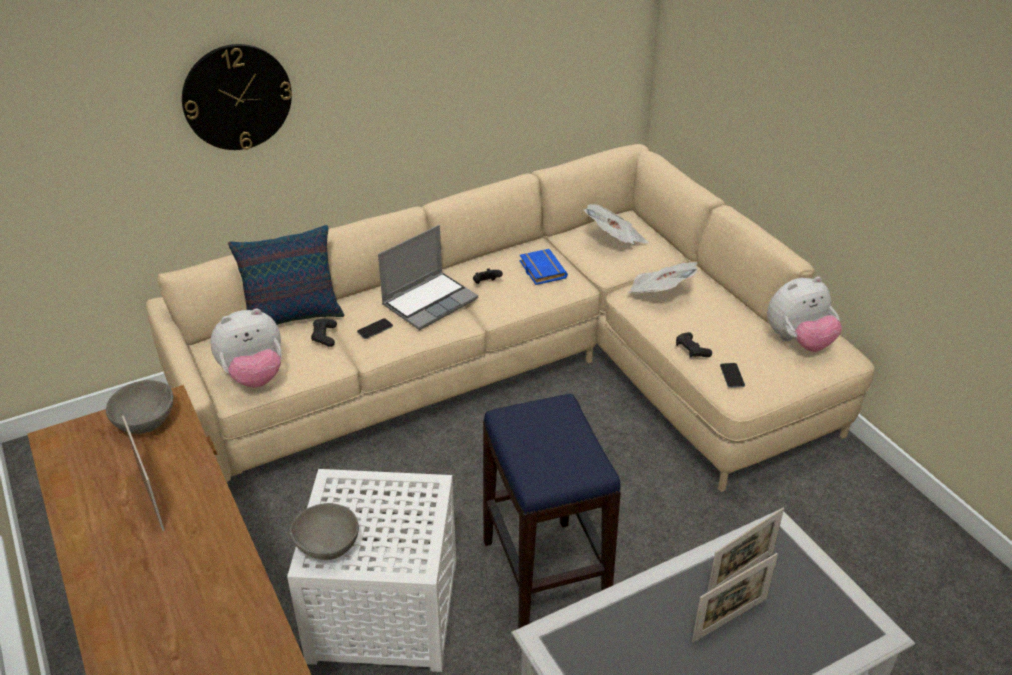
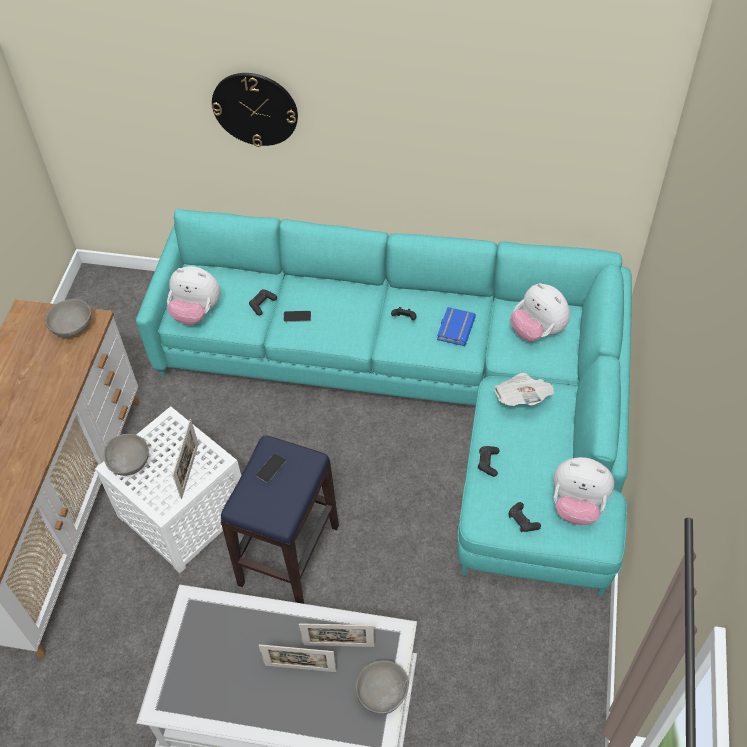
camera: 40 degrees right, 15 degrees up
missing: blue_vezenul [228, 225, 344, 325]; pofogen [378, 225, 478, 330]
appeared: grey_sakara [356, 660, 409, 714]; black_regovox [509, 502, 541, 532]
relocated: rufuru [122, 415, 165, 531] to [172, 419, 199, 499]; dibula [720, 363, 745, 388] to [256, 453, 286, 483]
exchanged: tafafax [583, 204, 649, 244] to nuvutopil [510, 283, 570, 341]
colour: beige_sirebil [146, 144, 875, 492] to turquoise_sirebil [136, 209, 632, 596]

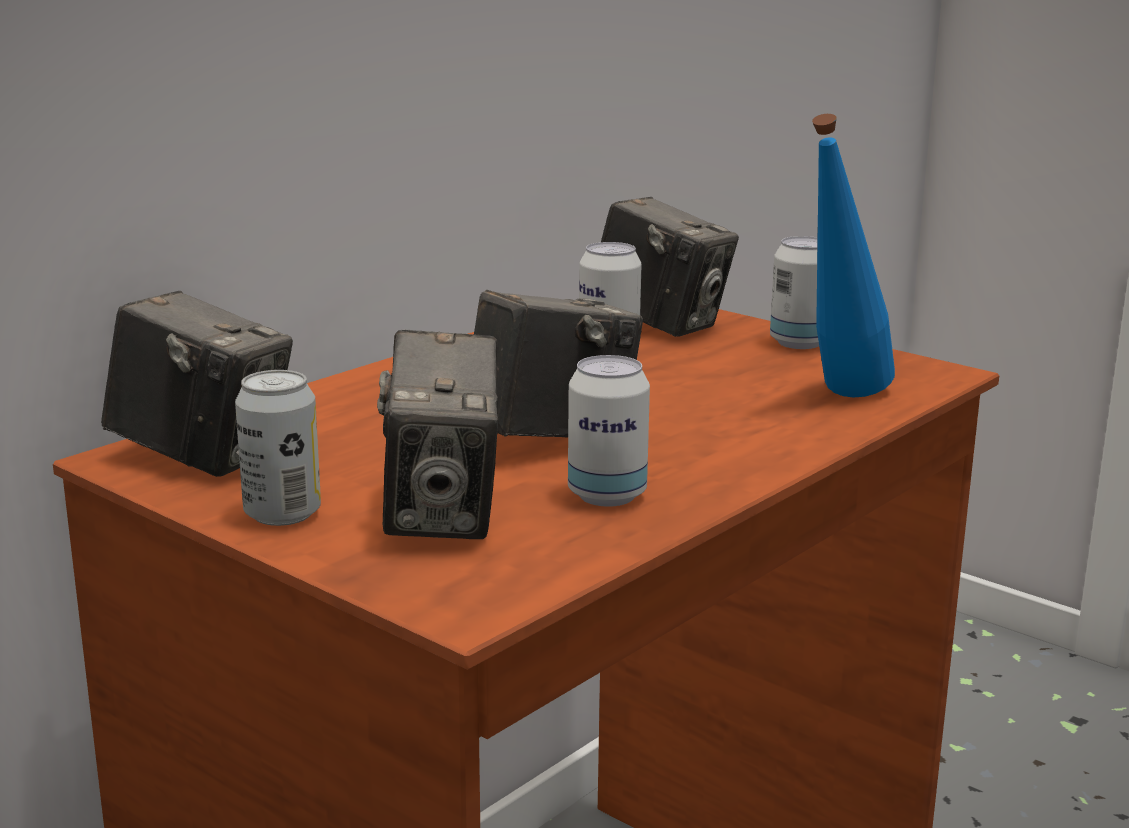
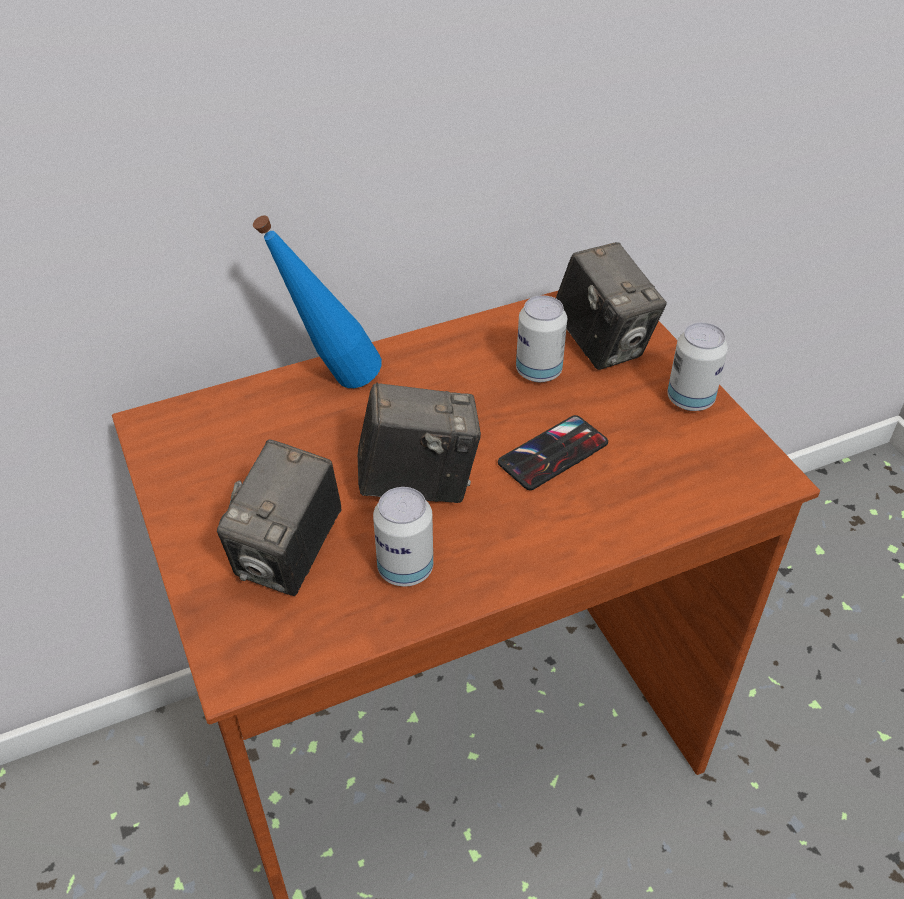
camera: 25 degrees right, 25 degrees up
missing: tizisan [101, 291, 293, 477]; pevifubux [235, 370, 321, 526]
appeared: dibula [498, 415, 608, 490]
relocated: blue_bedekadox [812, 114, 895, 398] to [253, 215, 382, 388]

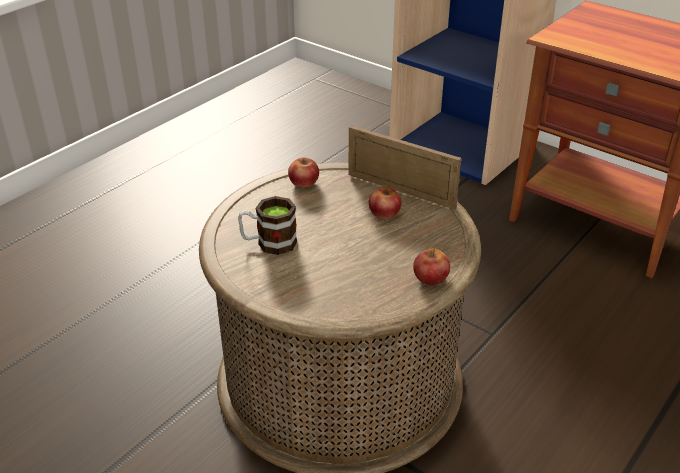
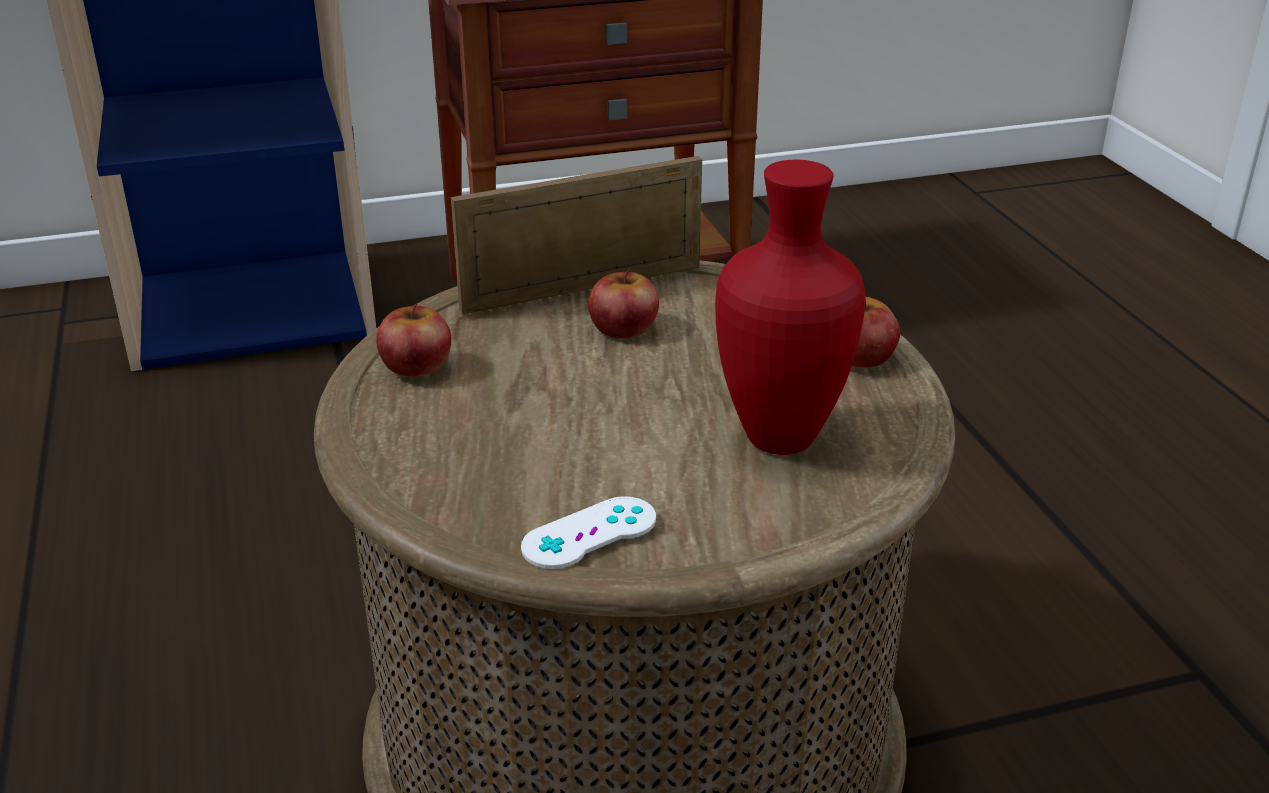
camera: 55 degrees left, 5 degrees down
missing: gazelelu [238, 196, 297, 255]
appeared: white_regovox [521, 496, 656, 569]; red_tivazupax [715, 160, 866, 455]

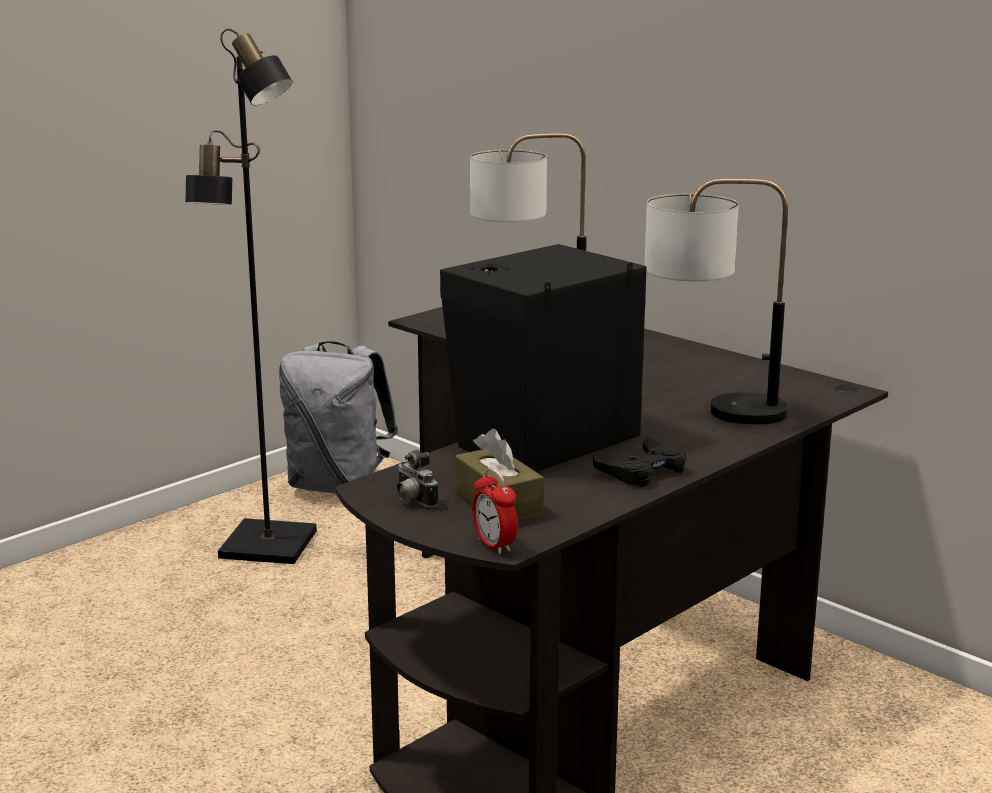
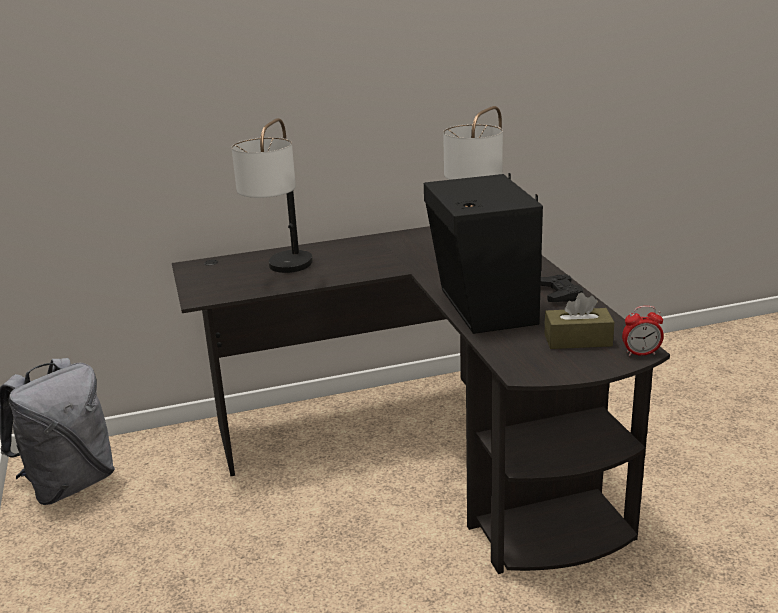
camera: 60 degrees left, 5 degrees up
missing: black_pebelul [186, 28, 317, 564]; tizisan [397, 450, 438, 508]

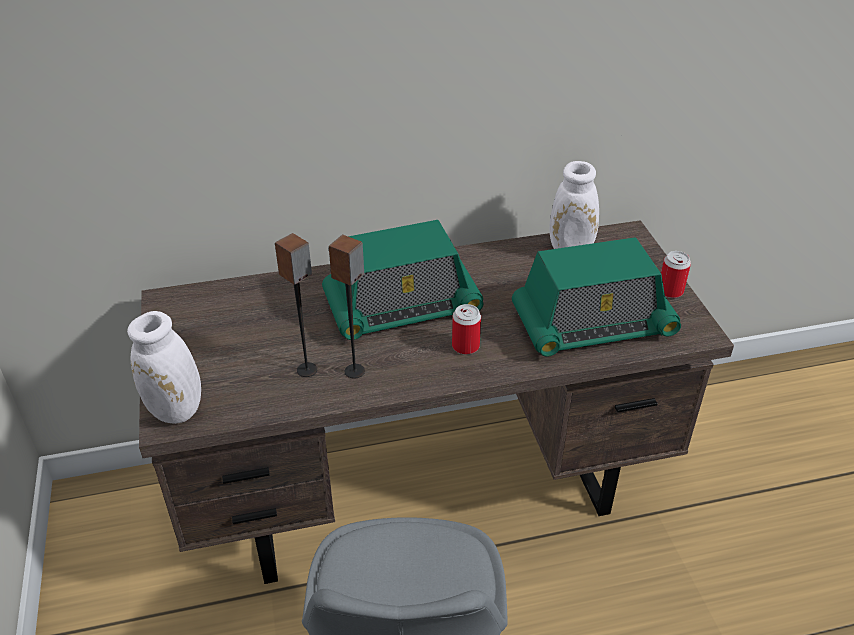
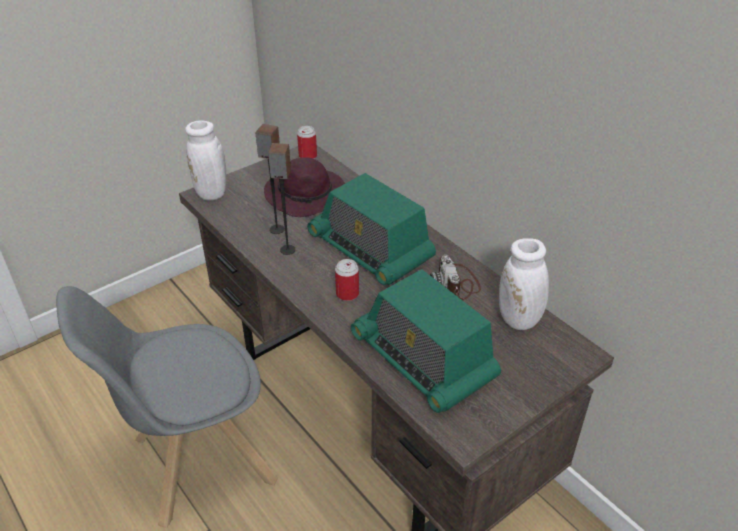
camera: 65 degrees right, 0 degrees up
appeared: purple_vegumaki [264, 157, 345, 217]; tizisan [430, 255, 481, 300]
relocated: pevifubux [661, 251, 691, 298] to [297, 126, 317, 159]

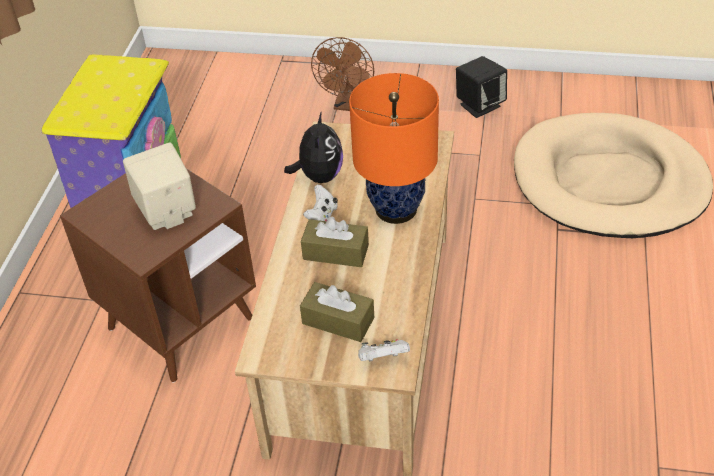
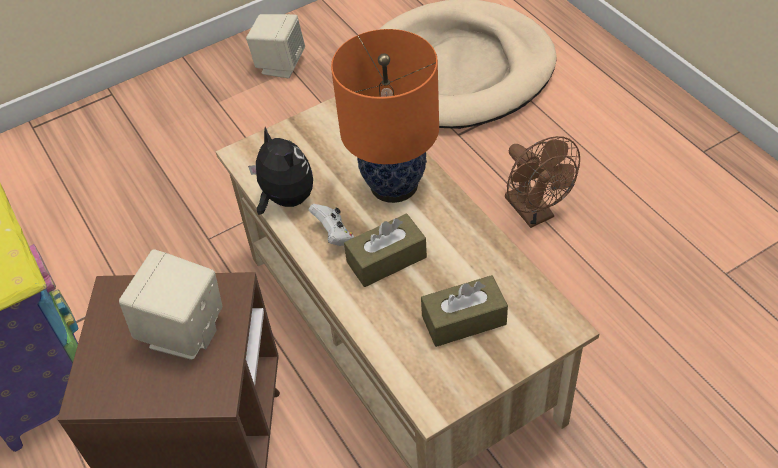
camera: 40 degrees left, 5 degrees up
missing: white_regovox [358, 339, 410, 362]
relocated: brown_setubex [311, 37, 374, 111] to [505, 136, 580, 228]
colour: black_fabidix [456, 56, 507, 118] to beige_fabidix [246, 14, 305, 78]

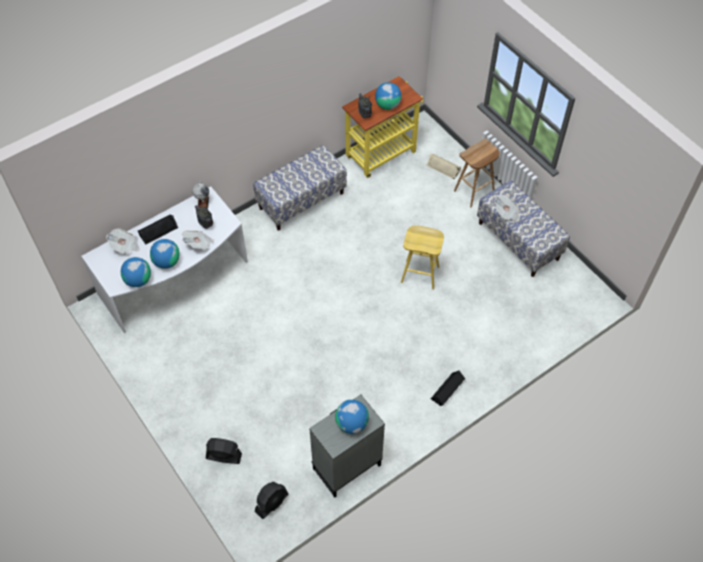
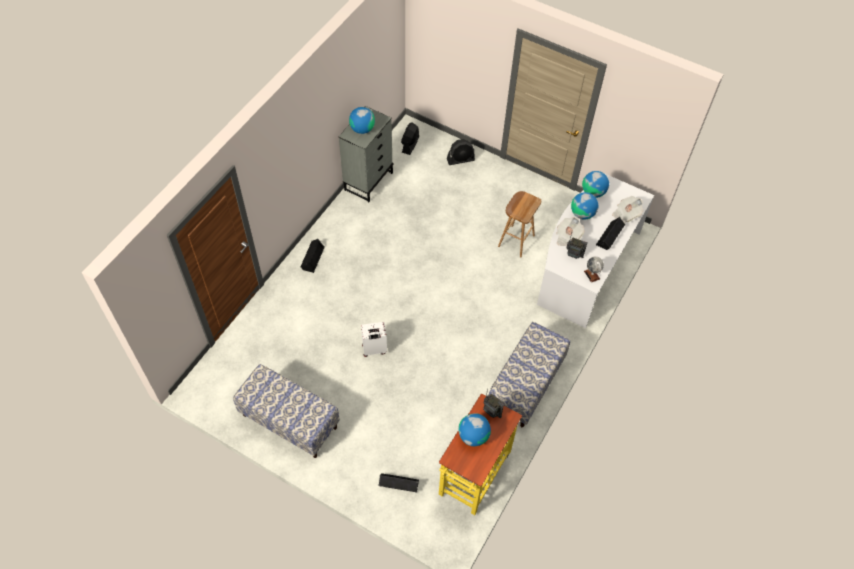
camera: 155 degrees right, 0 degrees up
missing: tafafax [495, 195, 519, 222]
relocated: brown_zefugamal [454, 139, 500, 207] to [498, 191, 541, 257]
exchanged: yellow_zefugamal [401, 225, 444, 289] to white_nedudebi [361, 322, 387, 357]
colour: beige_fabidix [426, 154, 461, 179] to black_fabidix [378, 473, 419, 493]

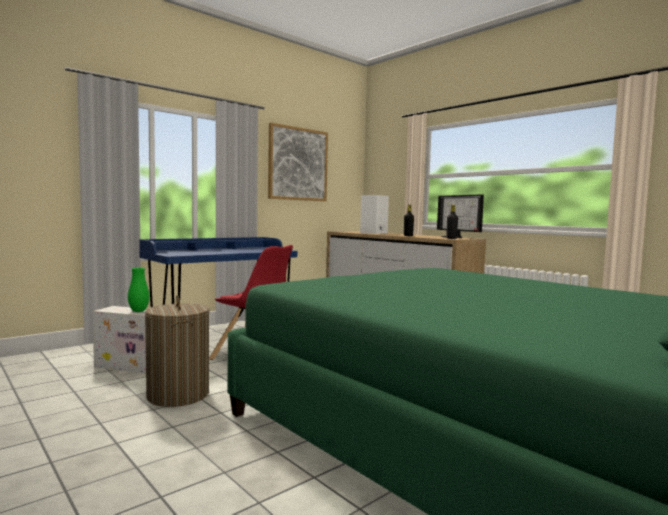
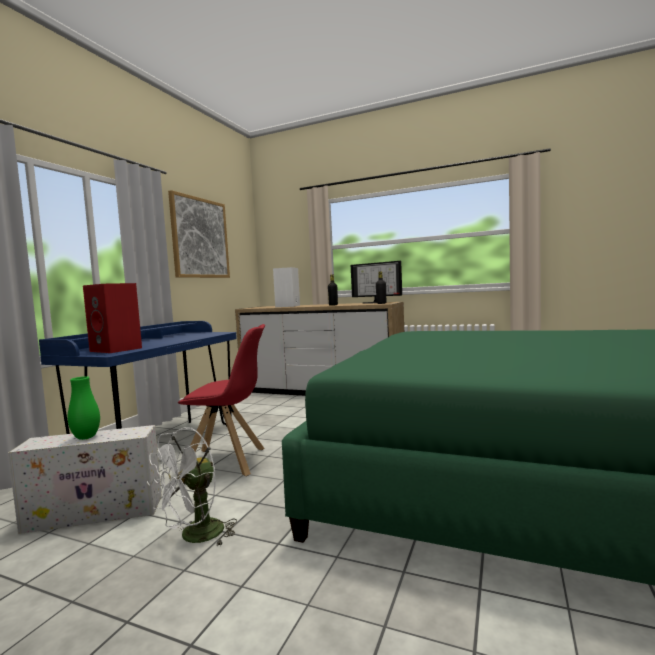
camera: 25 degrees left, 0 degrees up
appeared: red_fabidix [83, 283, 142, 353]
exchanged: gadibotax [145, 295, 209, 407] to white_setubex [147, 427, 237, 545]

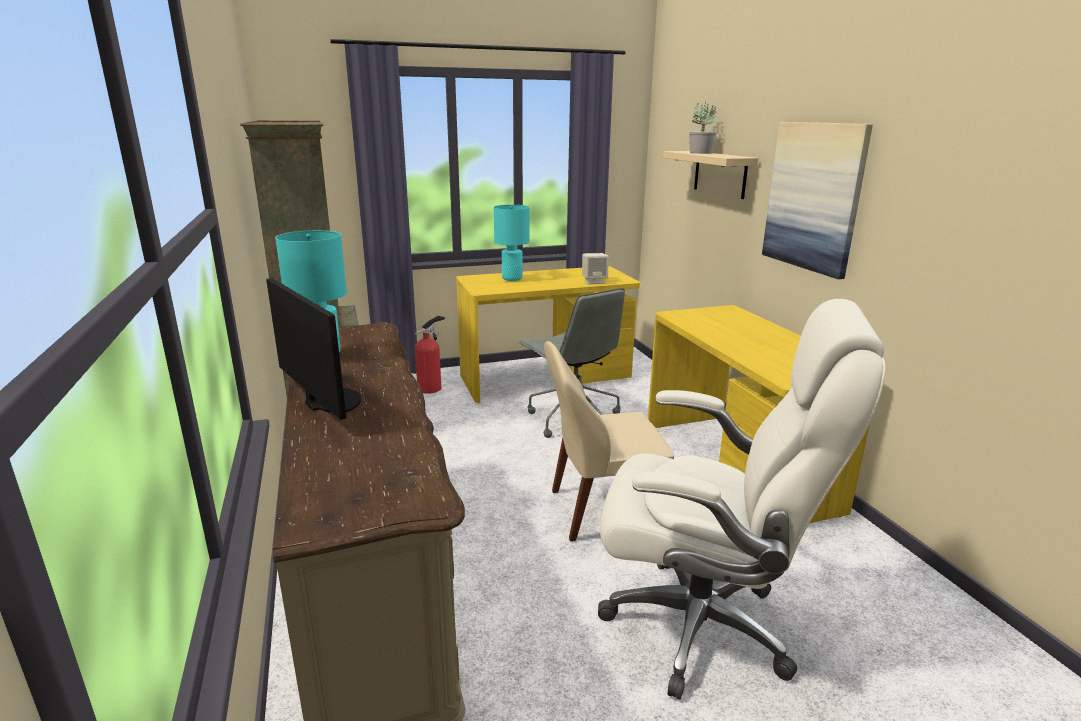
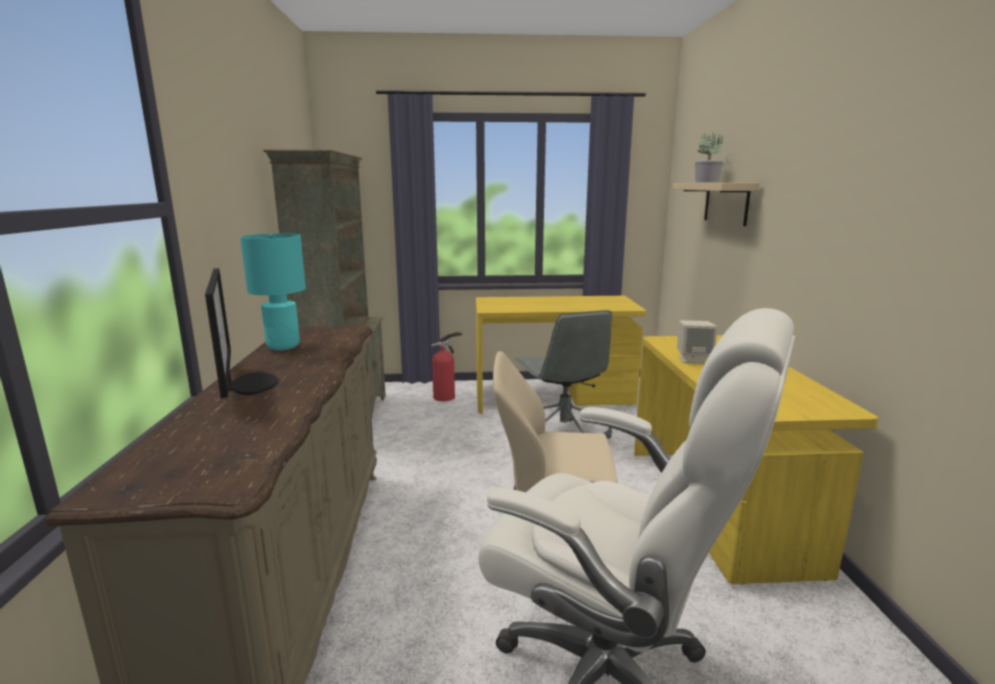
camera: 15 degrees right, 5 degrees down
missing: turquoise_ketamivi [494, 205, 530, 281]; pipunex [762, 122, 873, 279]
relocated: beige_fabidix [582, 253, 609, 284] to [677, 320, 717, 364]

